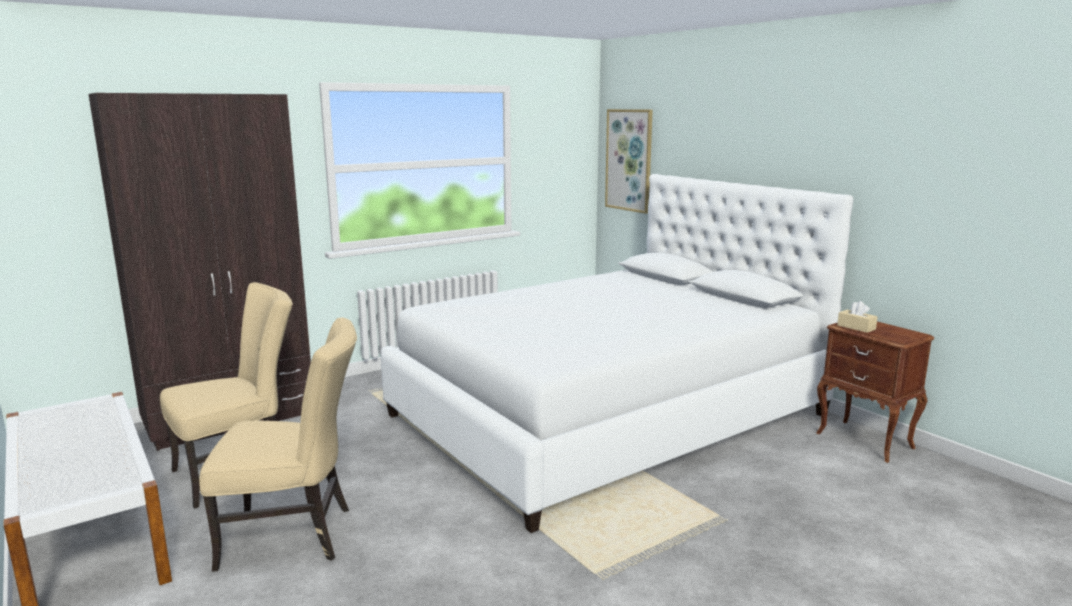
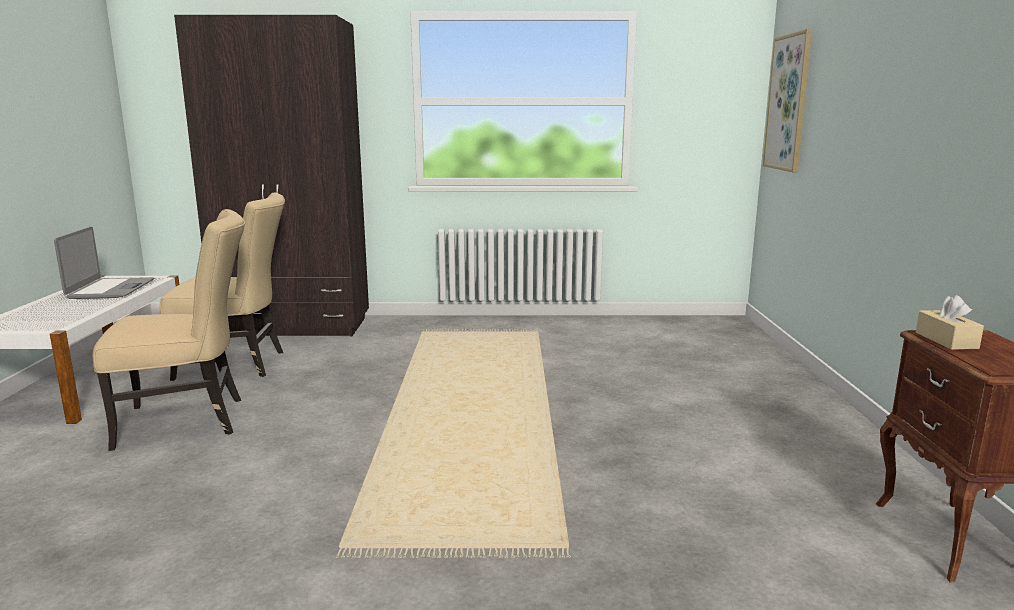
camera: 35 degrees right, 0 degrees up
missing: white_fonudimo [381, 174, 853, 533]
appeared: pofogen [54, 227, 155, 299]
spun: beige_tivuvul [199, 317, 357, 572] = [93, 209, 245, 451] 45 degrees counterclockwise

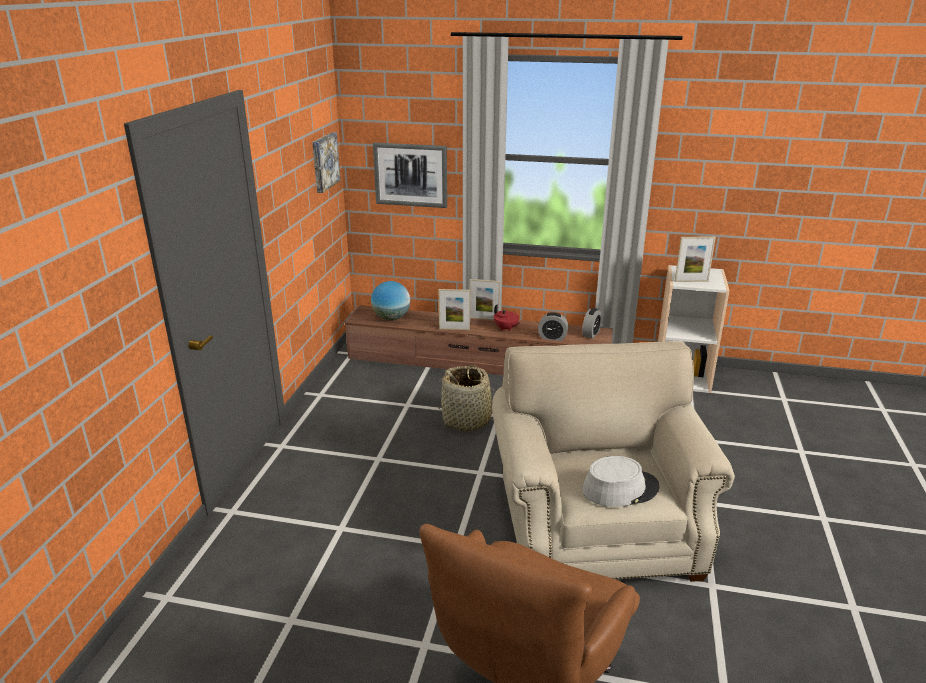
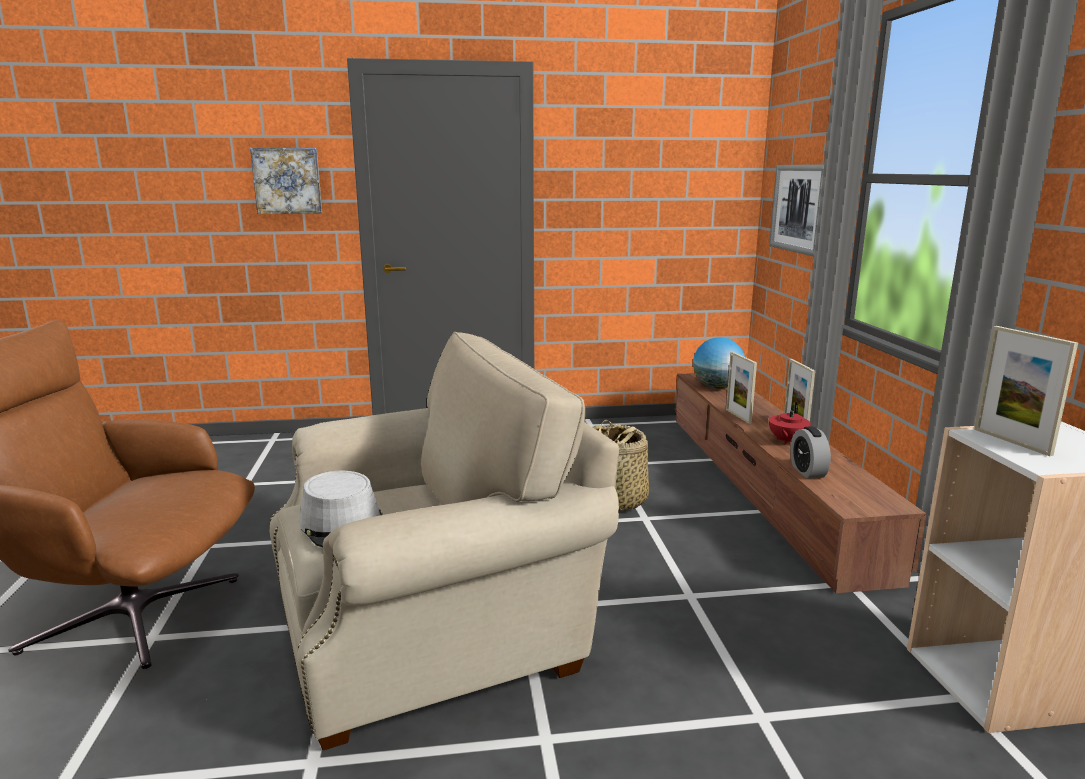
camera: 70 degrees right, 10 degrees down
missing: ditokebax [582, 308, 602, 338]
relocated: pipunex [312, 132, 341, 193] to [250, 148, 322, 214]

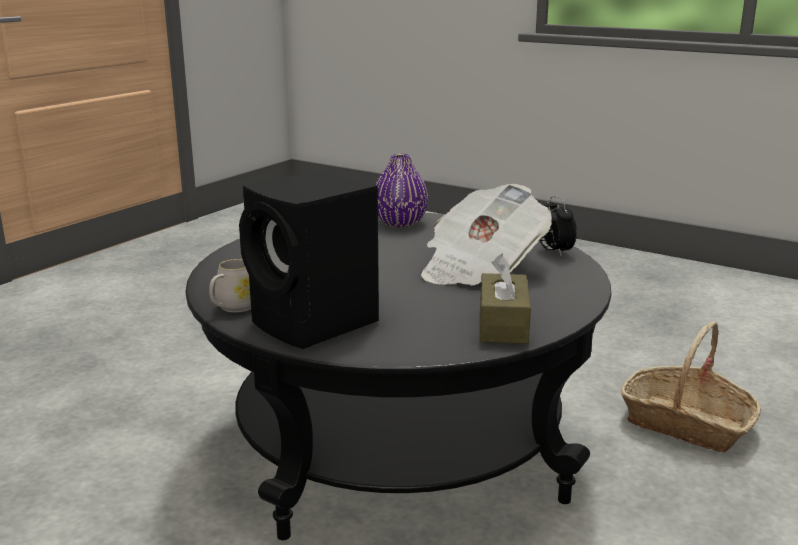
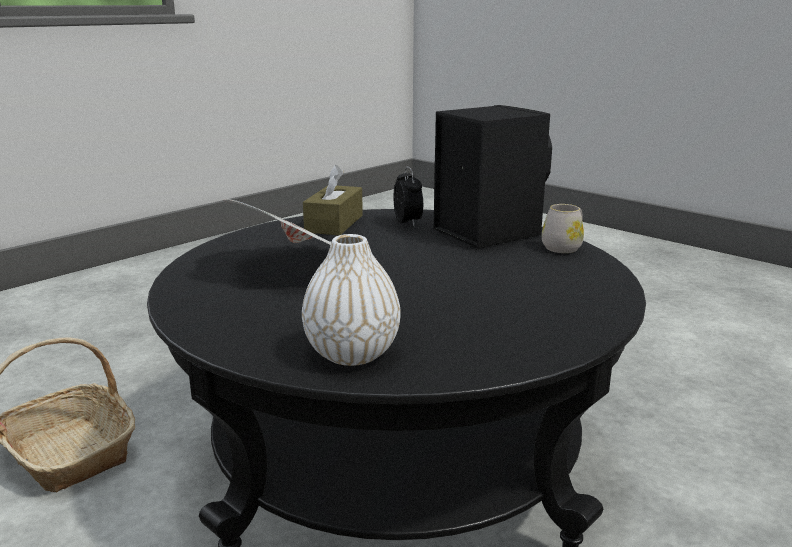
camera: 170 degrees left, 0 degrees up
relocated: ditokebax [539, 196, 577, 257] to [394, 166, 423, 226]
colour: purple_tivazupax [376, 154, 428, 227] to white_tivazupax [302, 234, 401, 366]

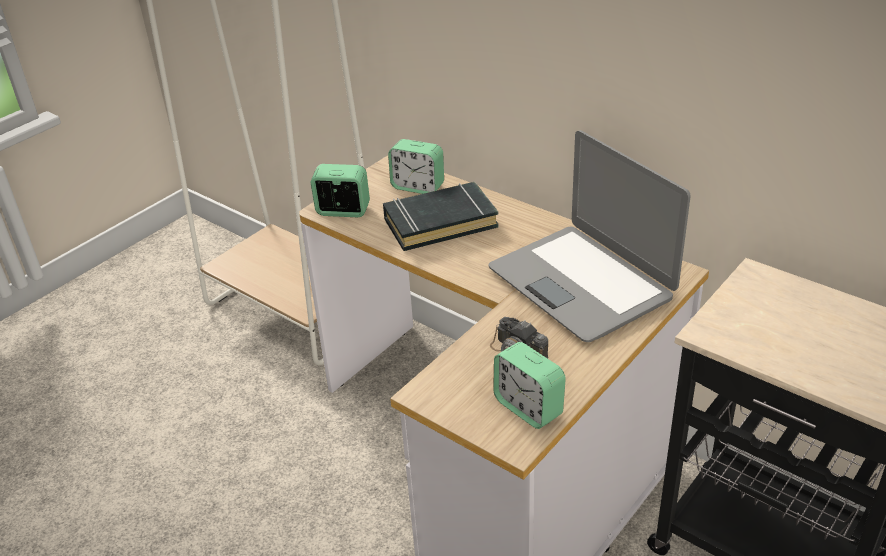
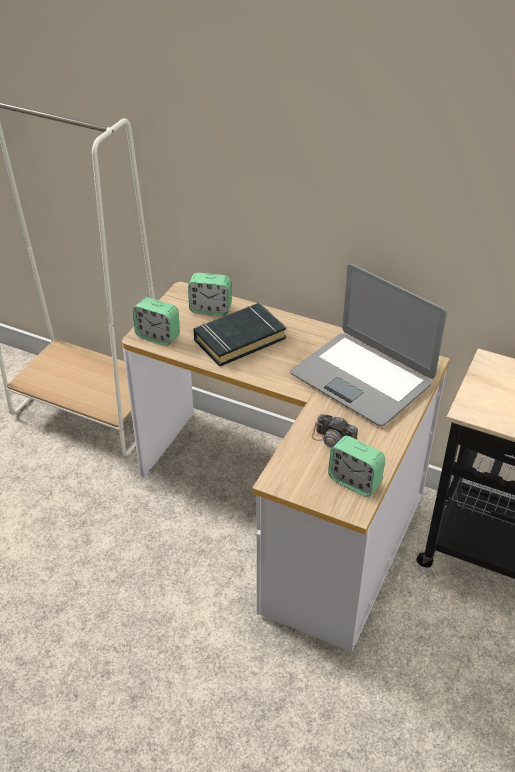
camera: 15 degrees left, 5 degrees up
spun: ditokebax [311, 164, 370, 217] = [133, 297, 180, 346] 150 degrees counterclockwise

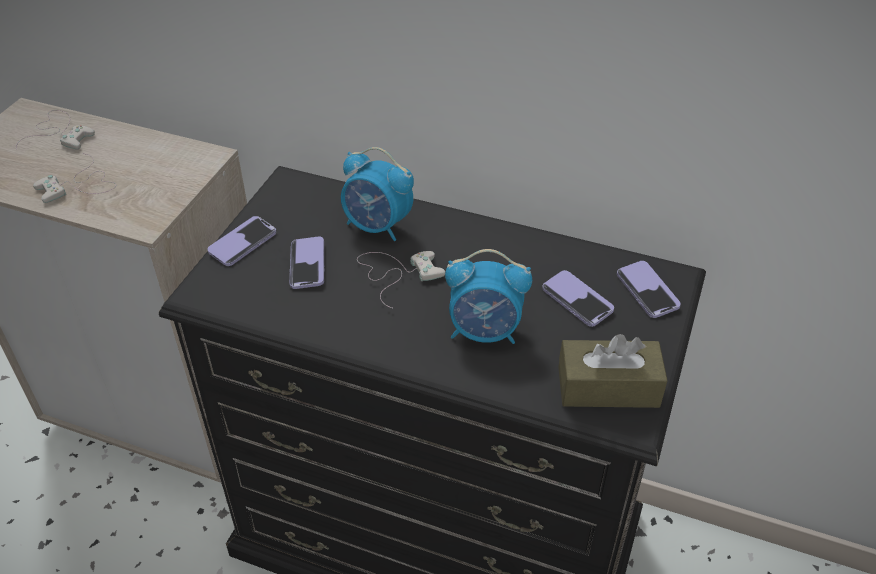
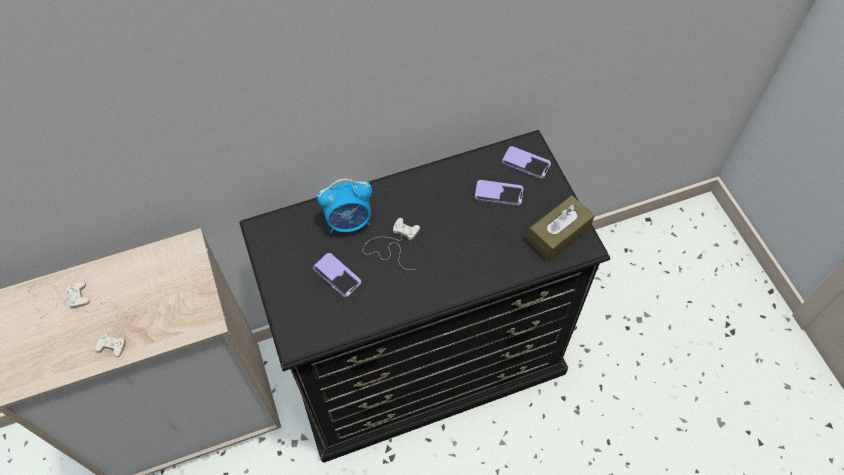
camera: 40 degrees left, 15 degrees up
missing: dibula [208, 216, 276, 266]; ditokebax [445, 249, 532, 344]

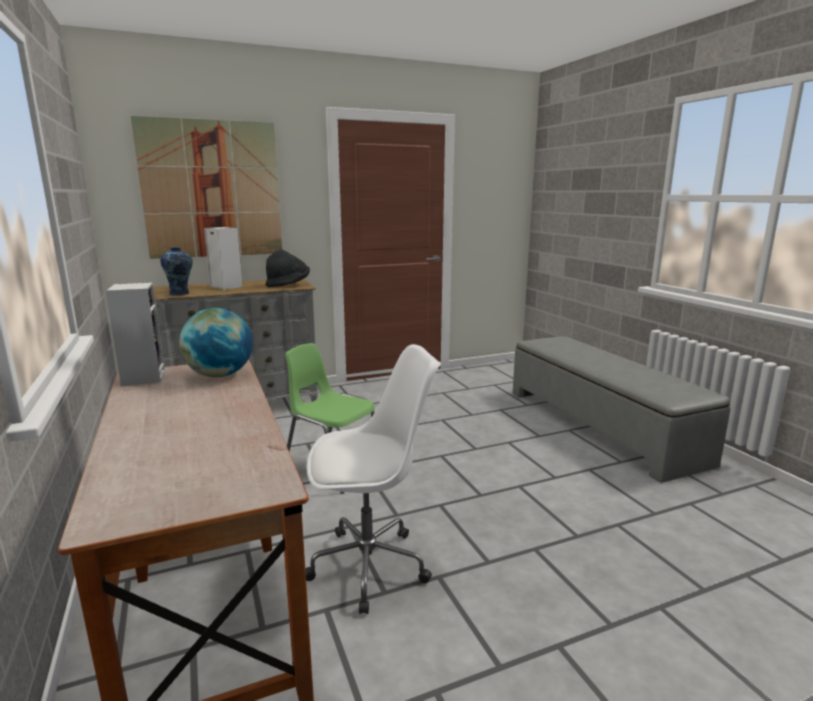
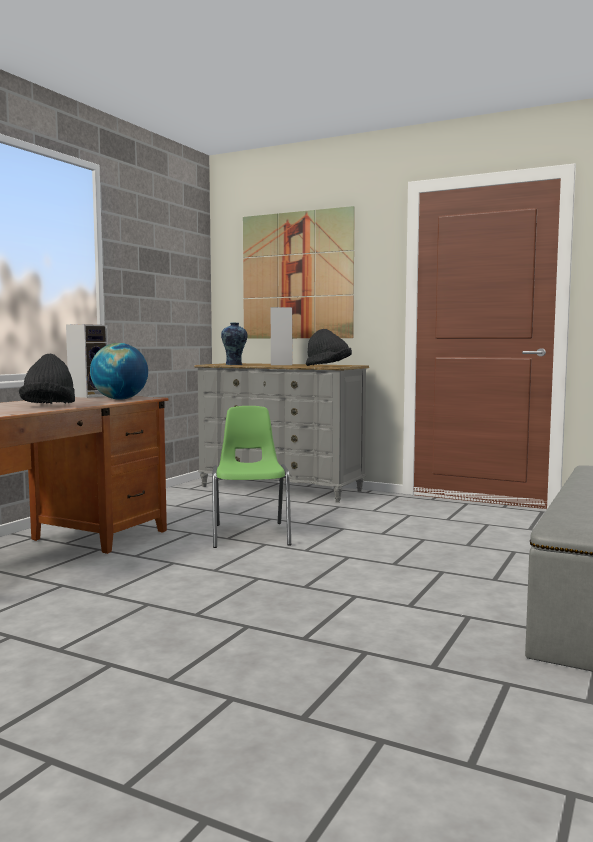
camera: 50 degrees right, 10 degrees down
missing: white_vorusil [305, 344, 441, 614]
appeared: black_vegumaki [19, 354, 75, 404]

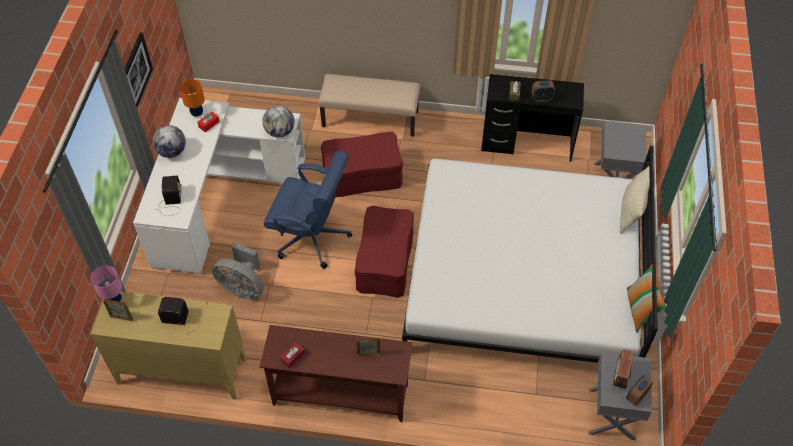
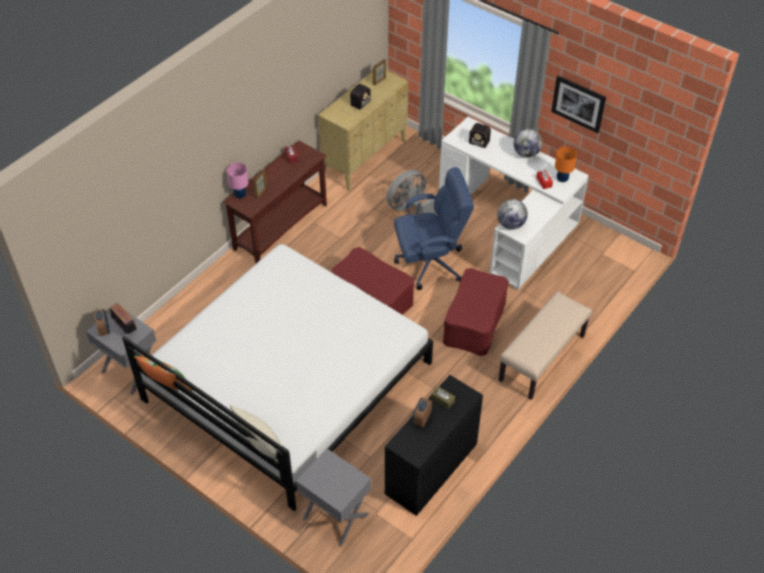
camera: 120 degrees right, 5 degrees down
relocated: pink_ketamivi [91, 266, 122, 302] to [226, 163, 249, 198]
spun: blue_vorusil [264, 151, 352, 269] = [394, 167, 474, 290] 150 degrees counterclockwise

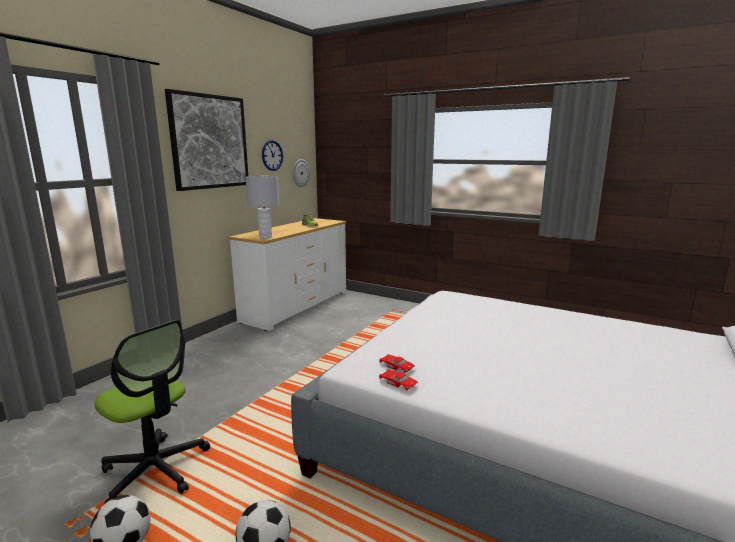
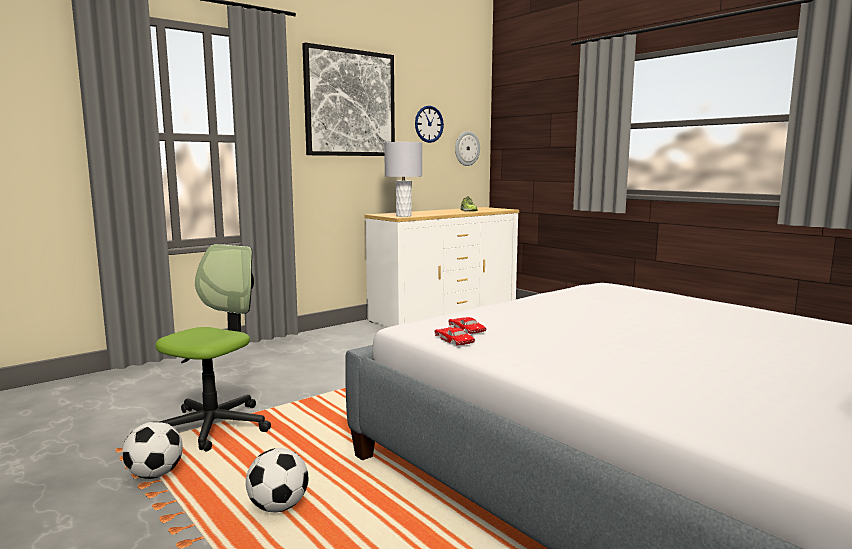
camera: 20 degrees right, 5 degrees down
spun: vorusil [94, 320, 210, 504] = [155, 244, 271, 452] 120 degrees counterclockwise

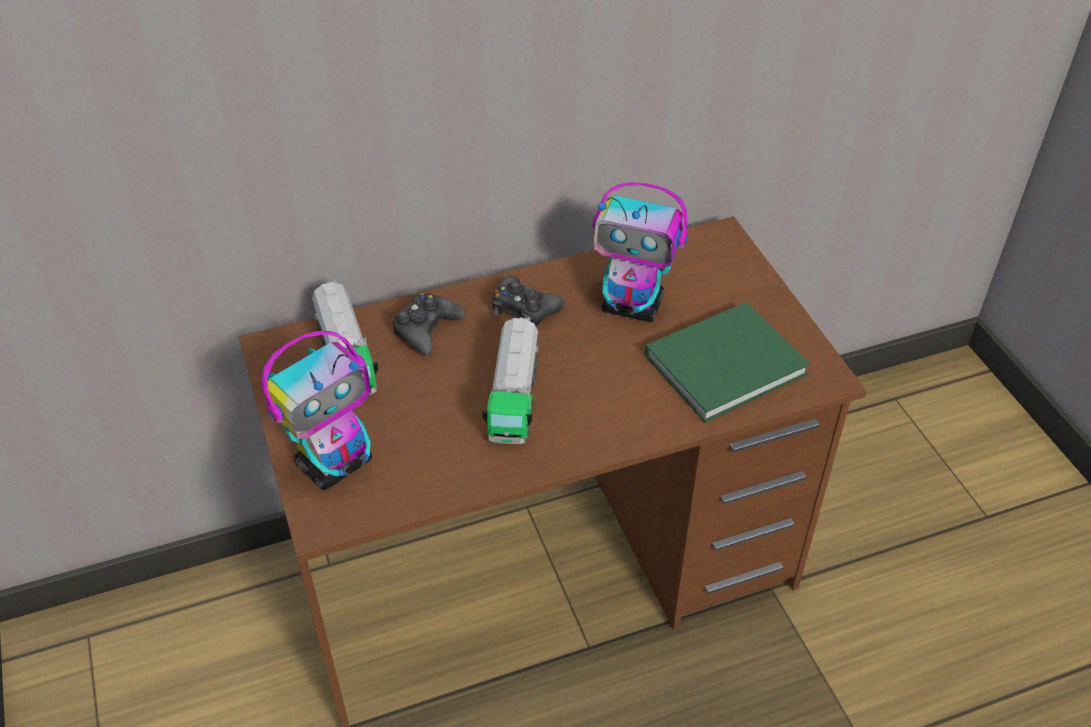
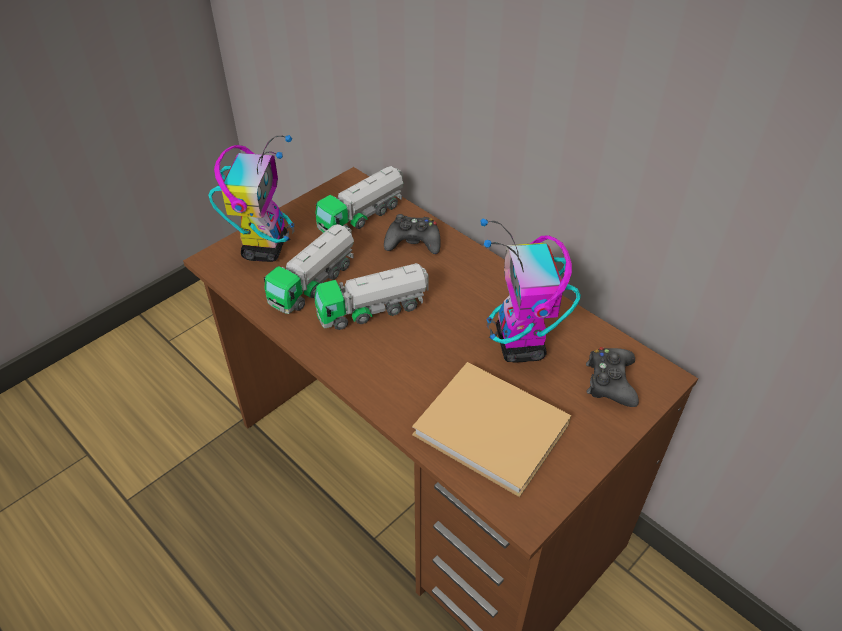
camera: 65 degrees right, 0 degrees up
appeared: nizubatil [264, 224, 354, 314]
relocated: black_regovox [492, 276, 565, 327] to [586, 347, 639, 407]
colour: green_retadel [645, 302, 810, 422] to beige_retadel [412, 362, 571, 497]
spun: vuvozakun [261, 331, 372, 490] = [208, 135, 295, 262] 105 degrees counterclockwise

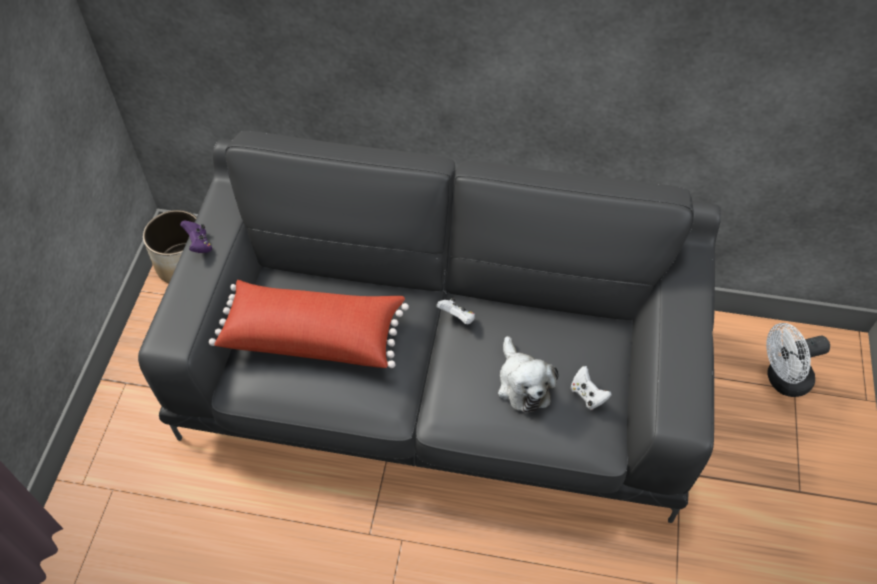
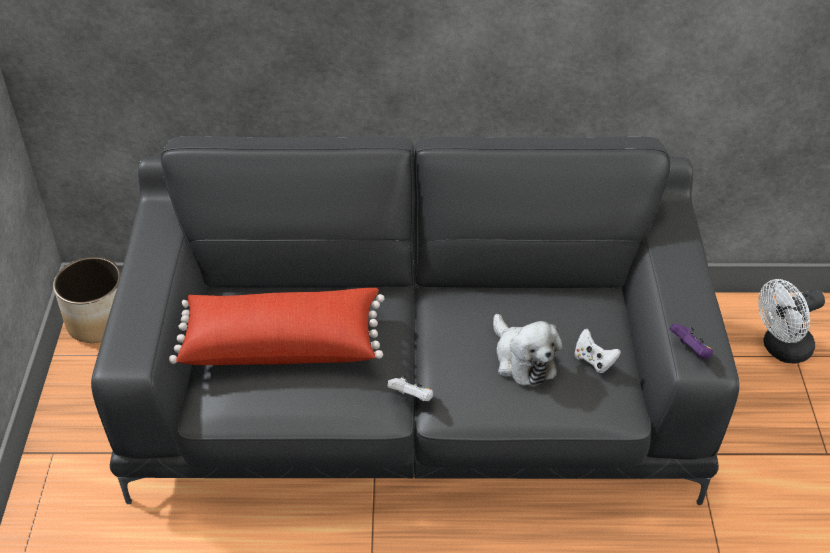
camera: 10 degrees left, 10 degrees down
relocated: white_regovox [436, 298, 475, 325] to [387, 376, 433, 402]; purple_regovox [180, 220, 212, 253] to [670, 324, 713, 359]

